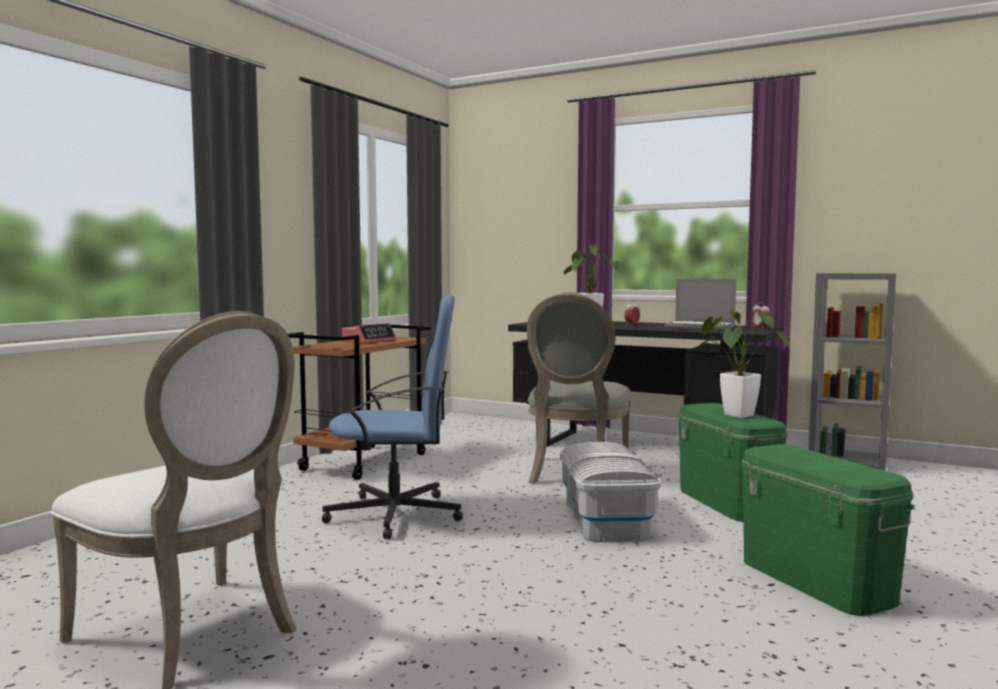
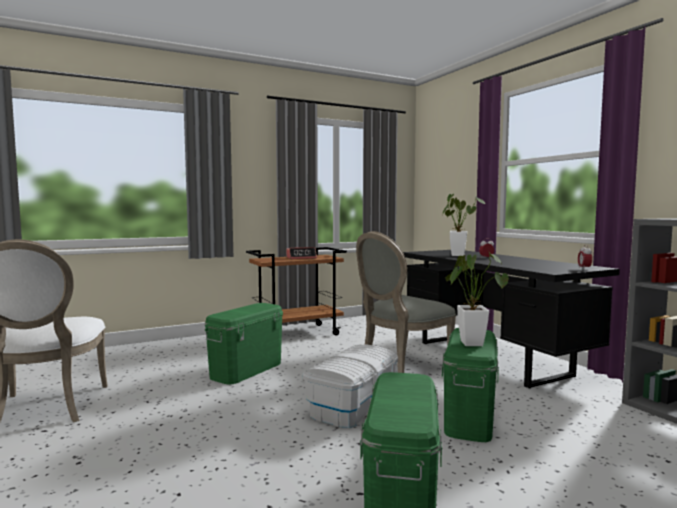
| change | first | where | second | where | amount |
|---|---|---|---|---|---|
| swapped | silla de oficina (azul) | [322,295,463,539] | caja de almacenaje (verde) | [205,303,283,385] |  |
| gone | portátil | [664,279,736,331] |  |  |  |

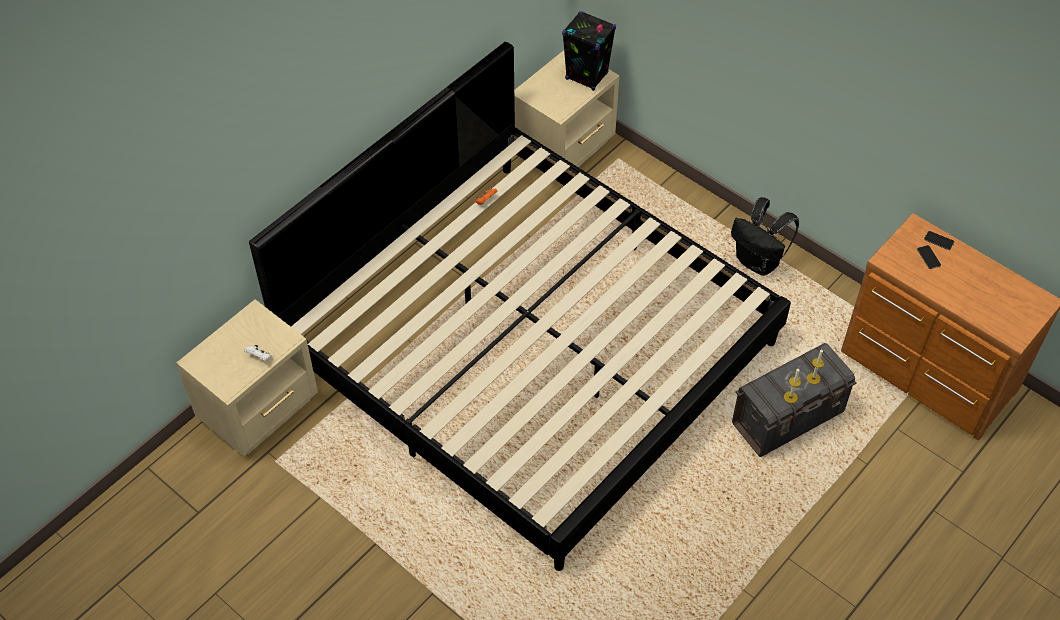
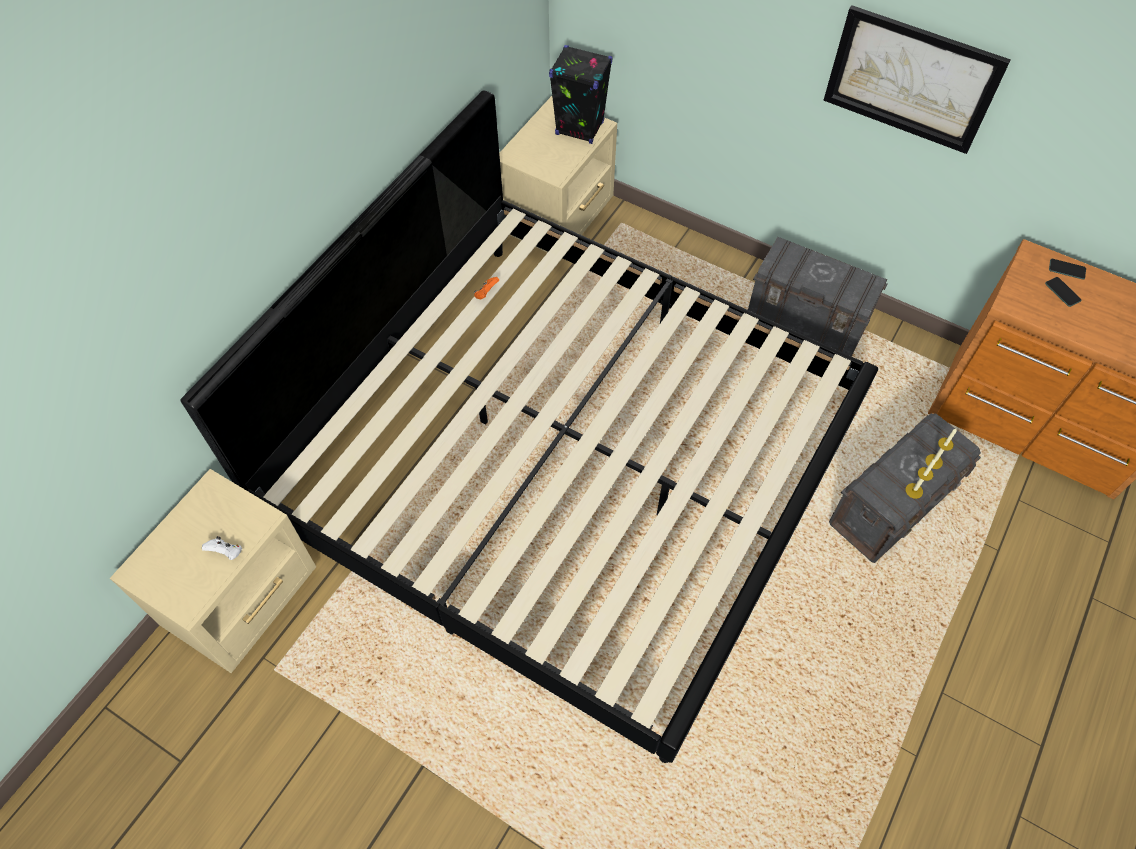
| change | first | where | second | where | amount |
|---|---|---|---|---|---|
| swapped | mochila (negro) | [731,197,799,276] | caja de almacenaje (gris) | [748,237,888,357] |  |
| new |  |  | cuadro | [824,5,1011,154] |  |

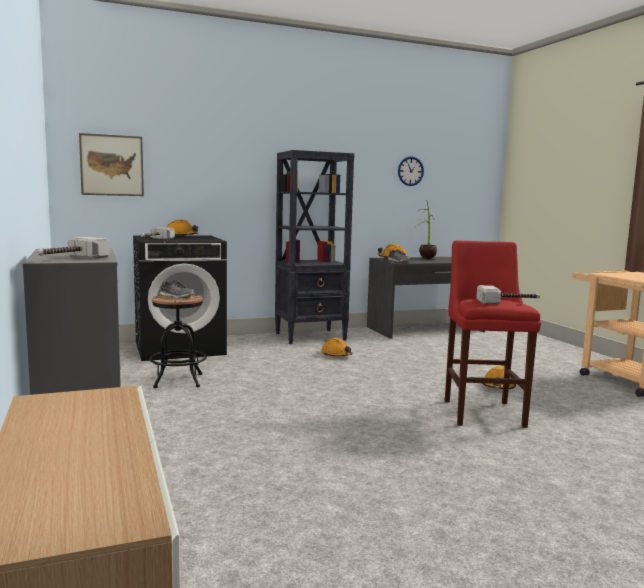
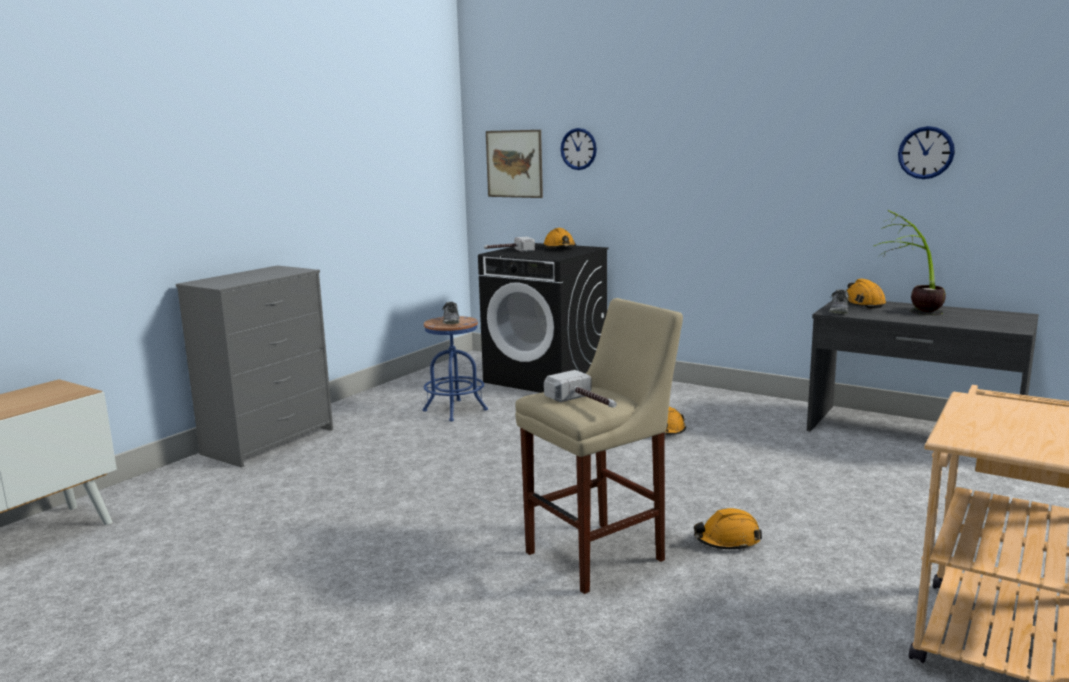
| change | first | where | second | where | amount |
|---|---|---|---|---|---|
| repainted | taburete (negro) | [149,295,207,388] | taburete (azul) | [423,316,488,422] |  |
| repainted | taburete (rojo) | [445,240,541,428] | taburete (beis) | [515,298,683,594] |  |
| new |  |  | reloj de pared | [561,128,597,170] |  |
| gone | martillo | [36,237,110,259] |  |  |  |
| gone | estantería (negro) | [275,150,354,344] |  |  |  |

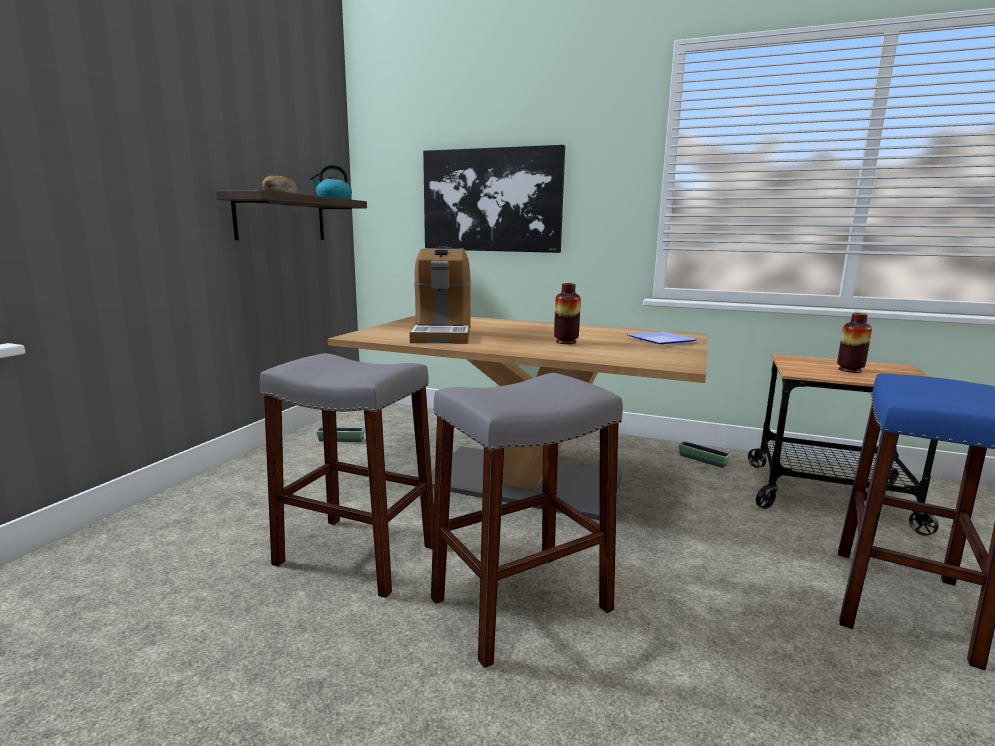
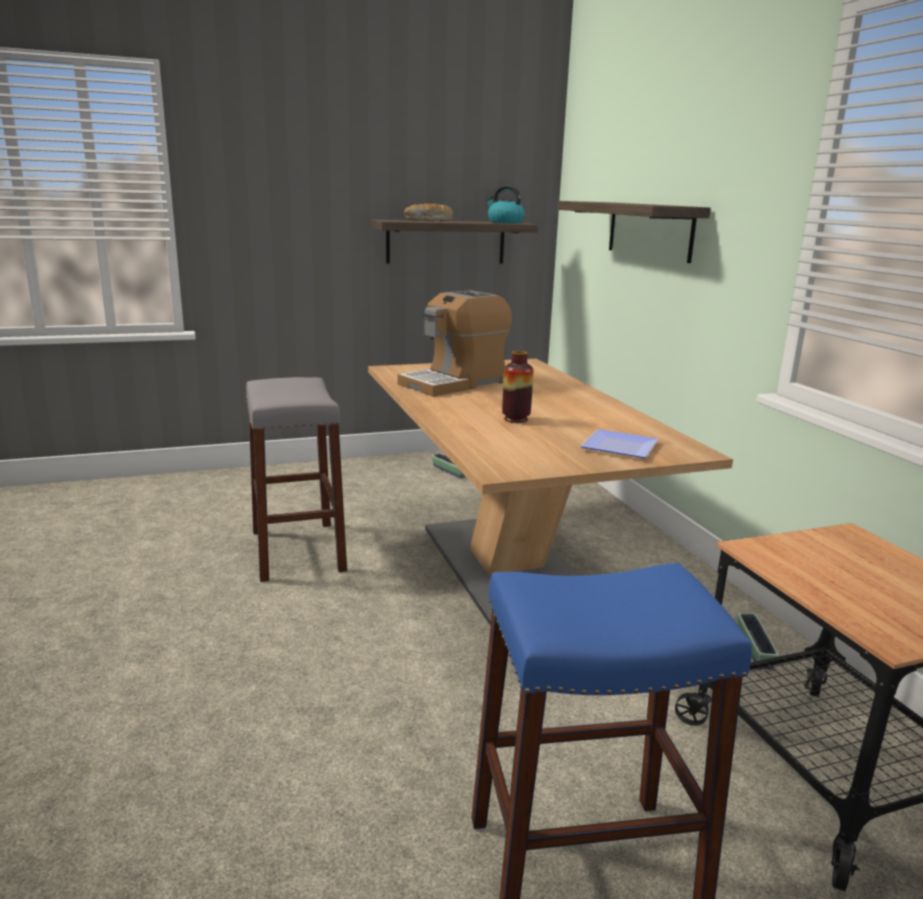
| change | first | where | second | where | amount |
|---|---|---|---|---|---|
| swapped | cuadro | [423,145,565,253] | estante | [557,201,711,263] |  |
| gone | taburete (gris) | [431,373,623,668] |  |  |  |
| gone | florero | [837,313,872,373] |  |  |  |

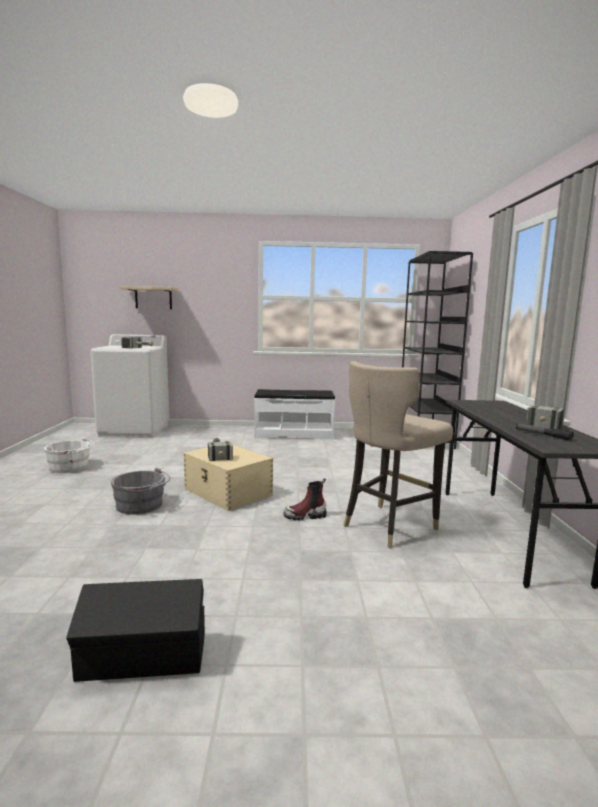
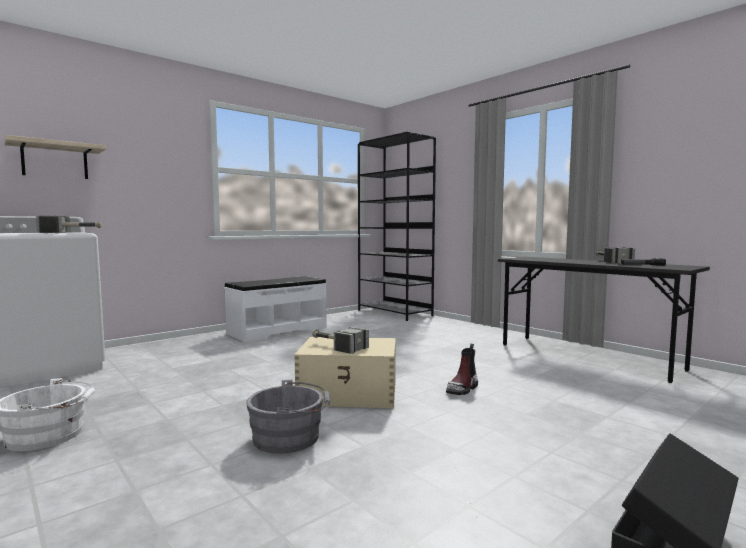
| change | first | where | second | where | amount |
|---|---|---|---|---|---|
| gone | taburete (beis) | [344,361,453,548] |  |  |  |

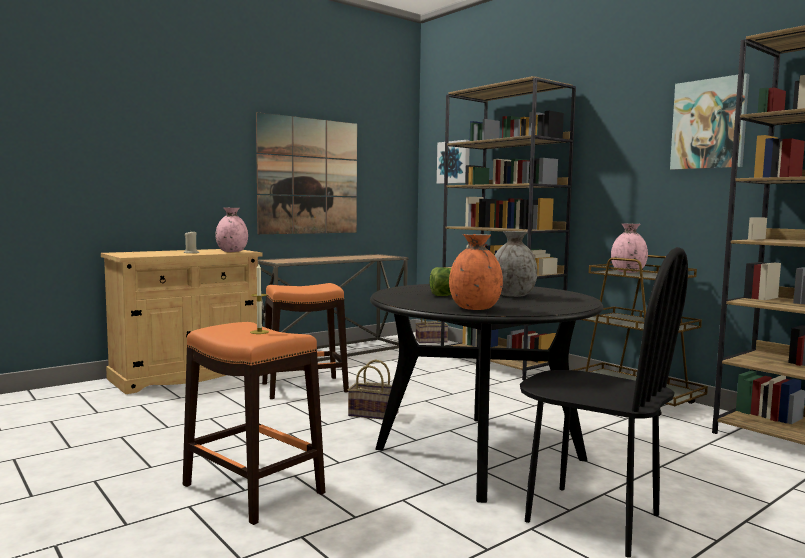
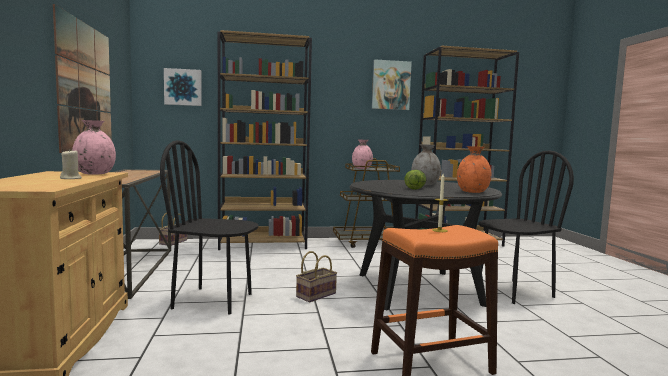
| change | first | where | second | where | amount |
|---|---|---|---|---|---|
| swapped | taburete (naranja) | [262,283,349,399] | silla (negro) | [160,140,259,315] |  |

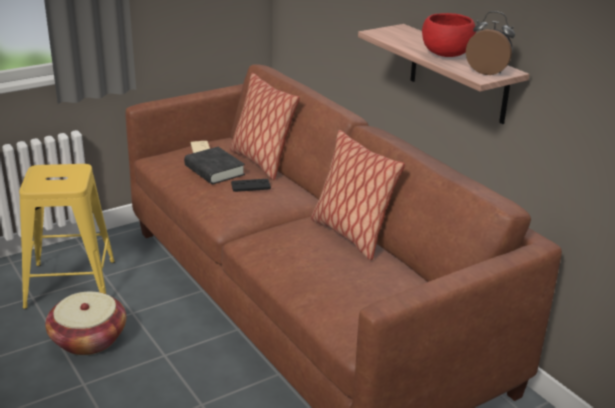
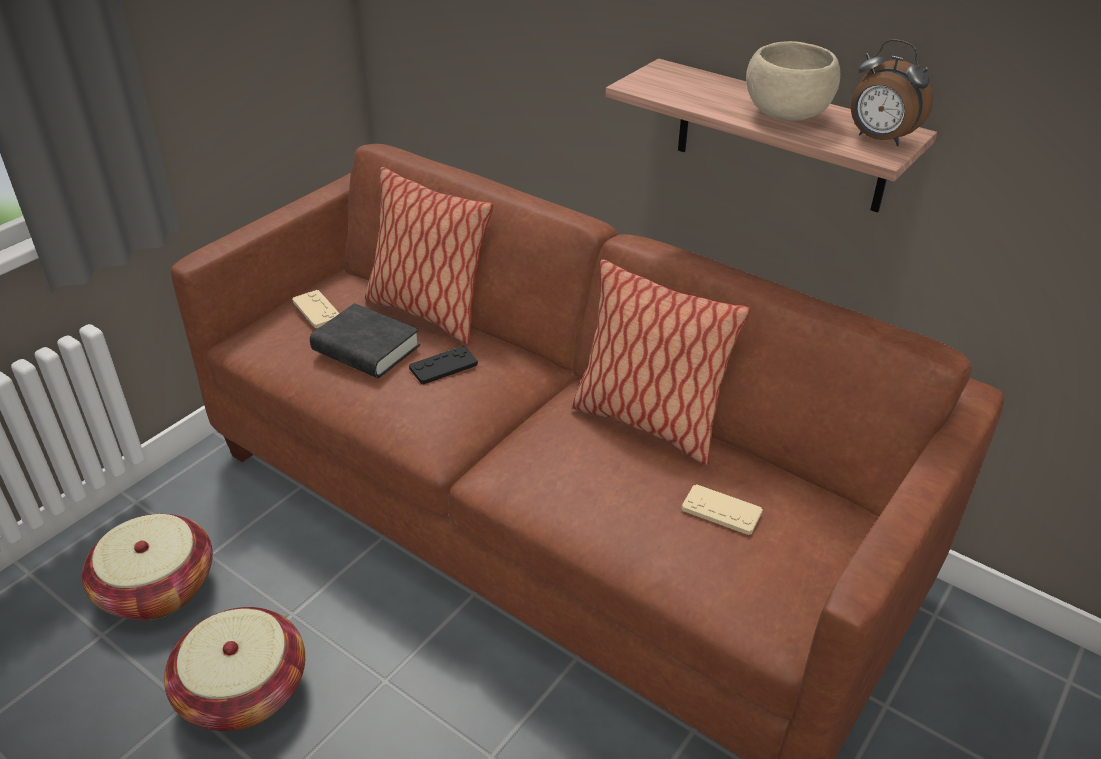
| change | first | where | second | where | amount |
|---|---|---|---|---|---|
| swapped | taburete (amarillo) | [19,164,115,309] | cesta | [82,514,213,620] |  |
| new |  |  | mando de consola (beis) | [681,484,763,535] |  |
| repainted | cuenco (rojo) | [422,13,476,57] | cuenco (beis) | [746,41,840,121] |  |
| rotated | despertador | [466,11,515,75] |  | [851,39,933,146] | 150 degrees counterclockwise |

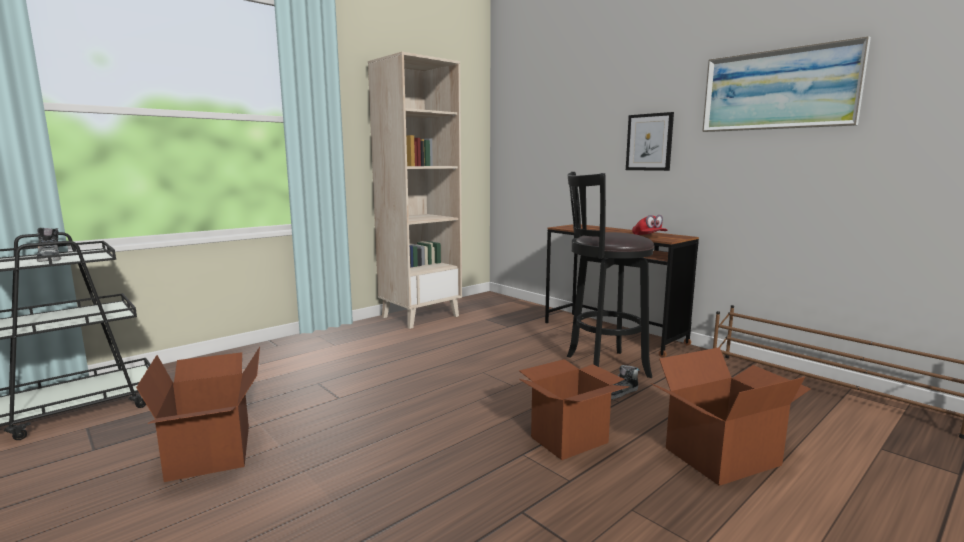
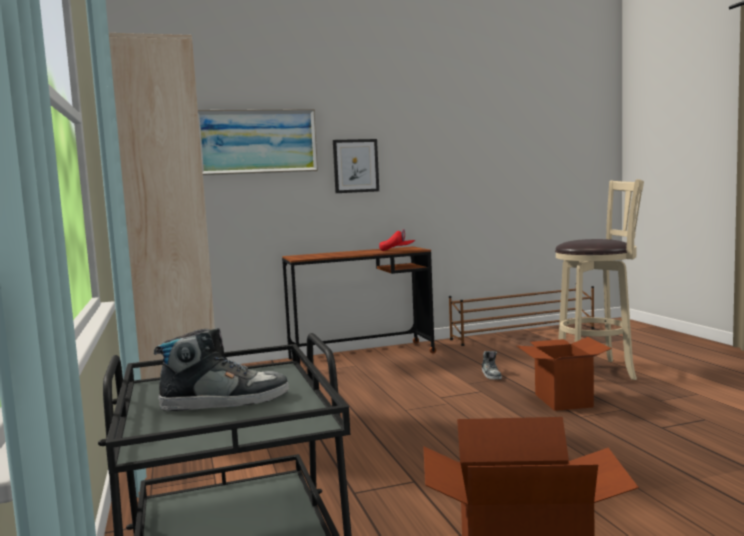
| change | first | where | second | where | amount |
|---|---|---|---|---|---|
| shifted | cuadro | [702,36,871,132] |  | [198,109,318,175] |  |
| swapped | caja de cartón | [650,347,811,486] | taburete (beis) | [555,179,644,380] |  |
| gone | taburete (negro) | [567,172,654,378] |  |  |  |

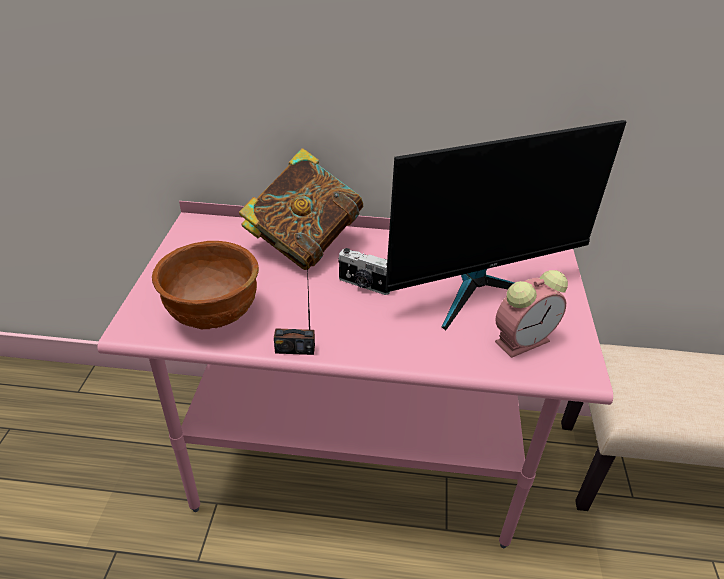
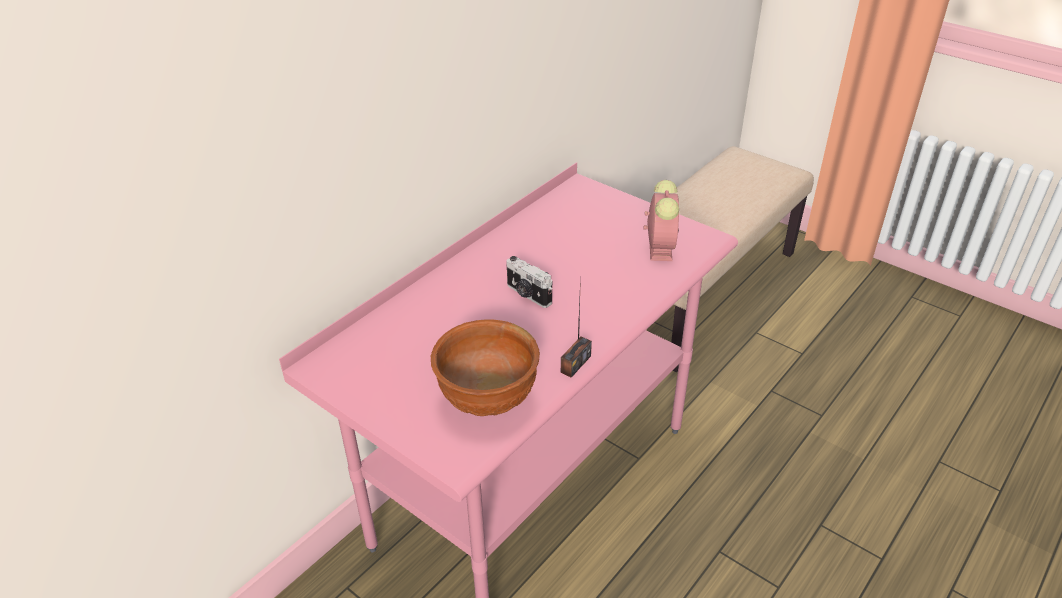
| change | first | where | second | where | amount |
|---|---|---|---|---|---|
| rotated | cámara | [338,248,391,295] |  | [506,256,552,308] | 75 degrees clockwise |
| gone | libro | [239,148,364,270] |  |  |  |
| gone | monitor | [385,120,627,331] |  |  |  |

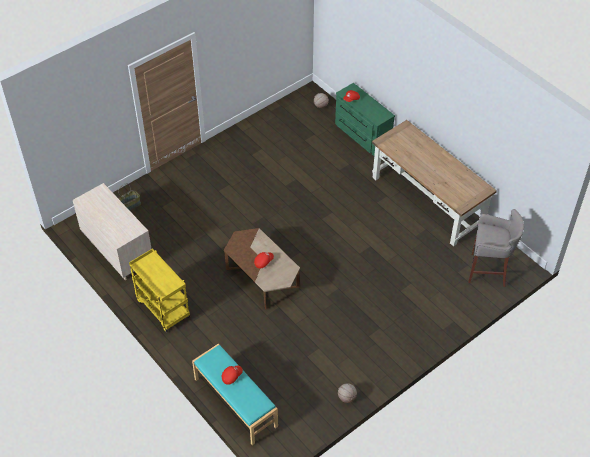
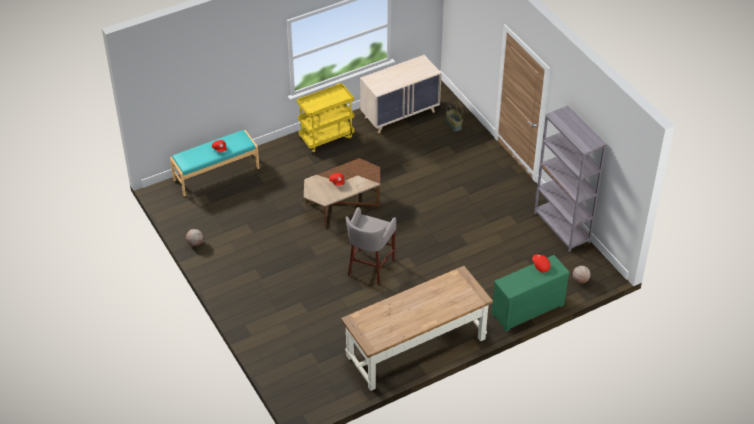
| change | first | where | second | where | amount |
|---|---|---|---|---|---|
| shifted | taburete (gris) | [468,209,524,287] |  | [346,207,396,285] |  |
| new |  |  | estantería (gris) | [534,106,607,252] |  |

